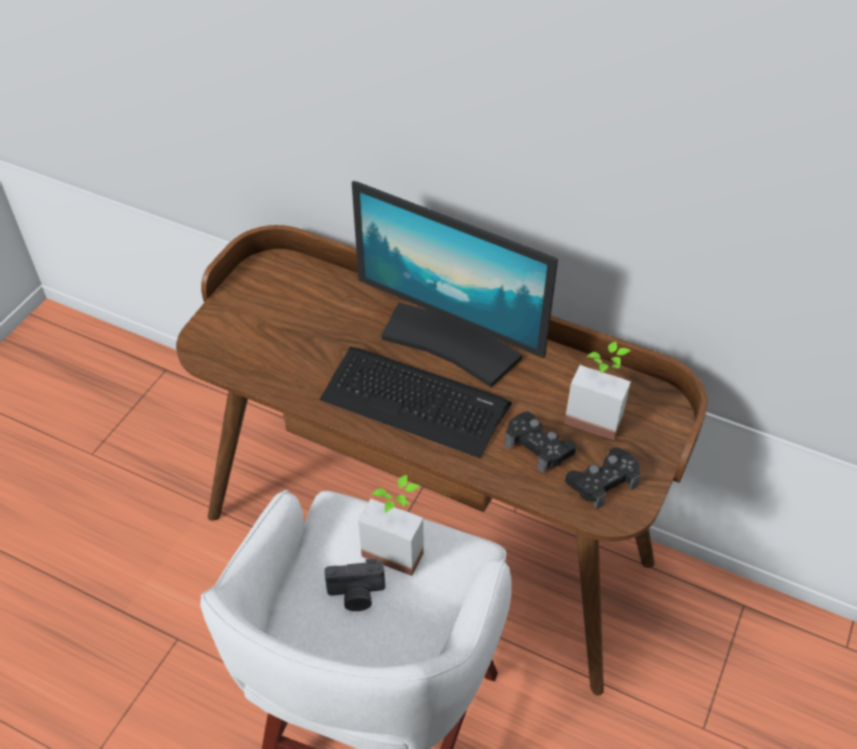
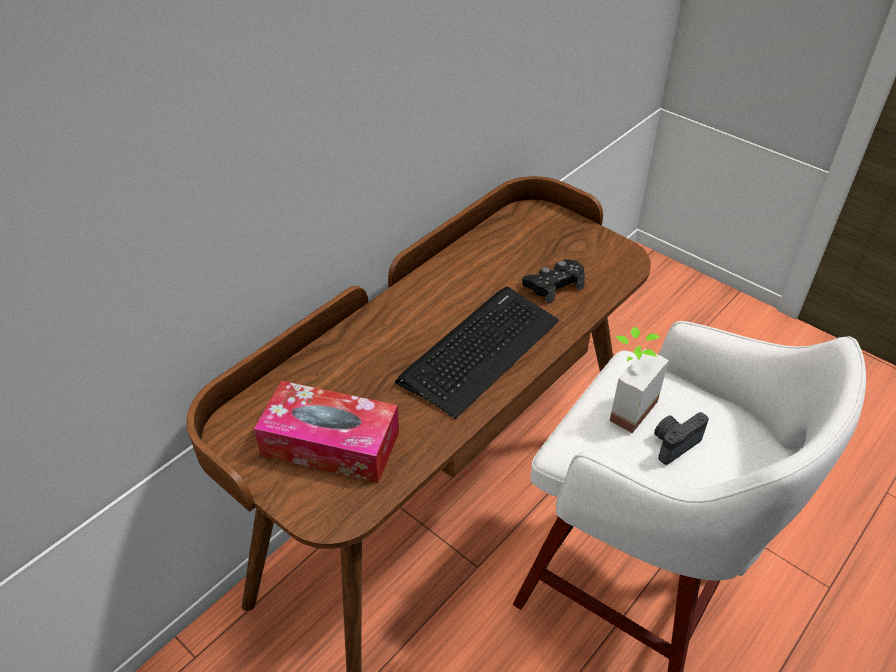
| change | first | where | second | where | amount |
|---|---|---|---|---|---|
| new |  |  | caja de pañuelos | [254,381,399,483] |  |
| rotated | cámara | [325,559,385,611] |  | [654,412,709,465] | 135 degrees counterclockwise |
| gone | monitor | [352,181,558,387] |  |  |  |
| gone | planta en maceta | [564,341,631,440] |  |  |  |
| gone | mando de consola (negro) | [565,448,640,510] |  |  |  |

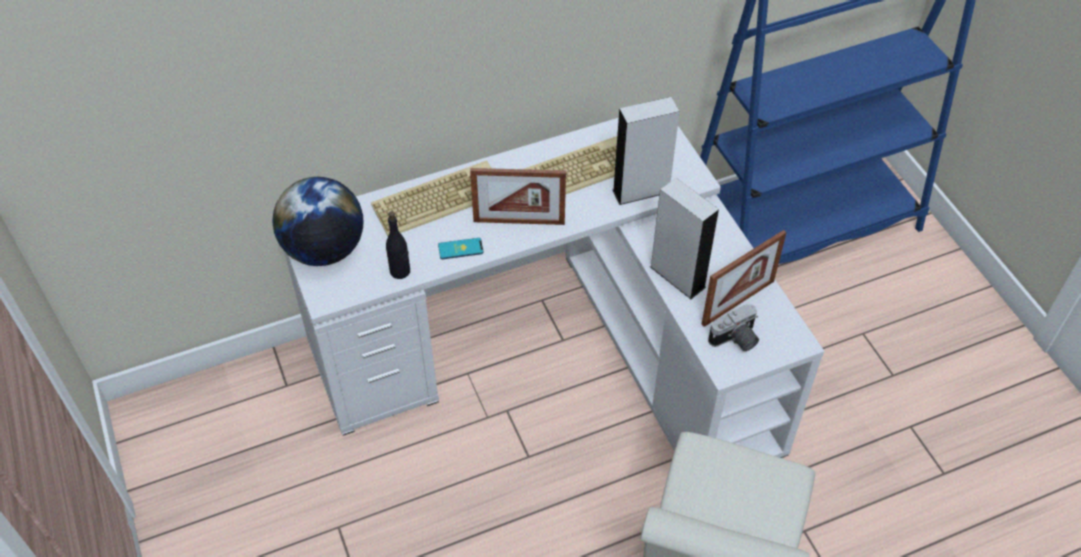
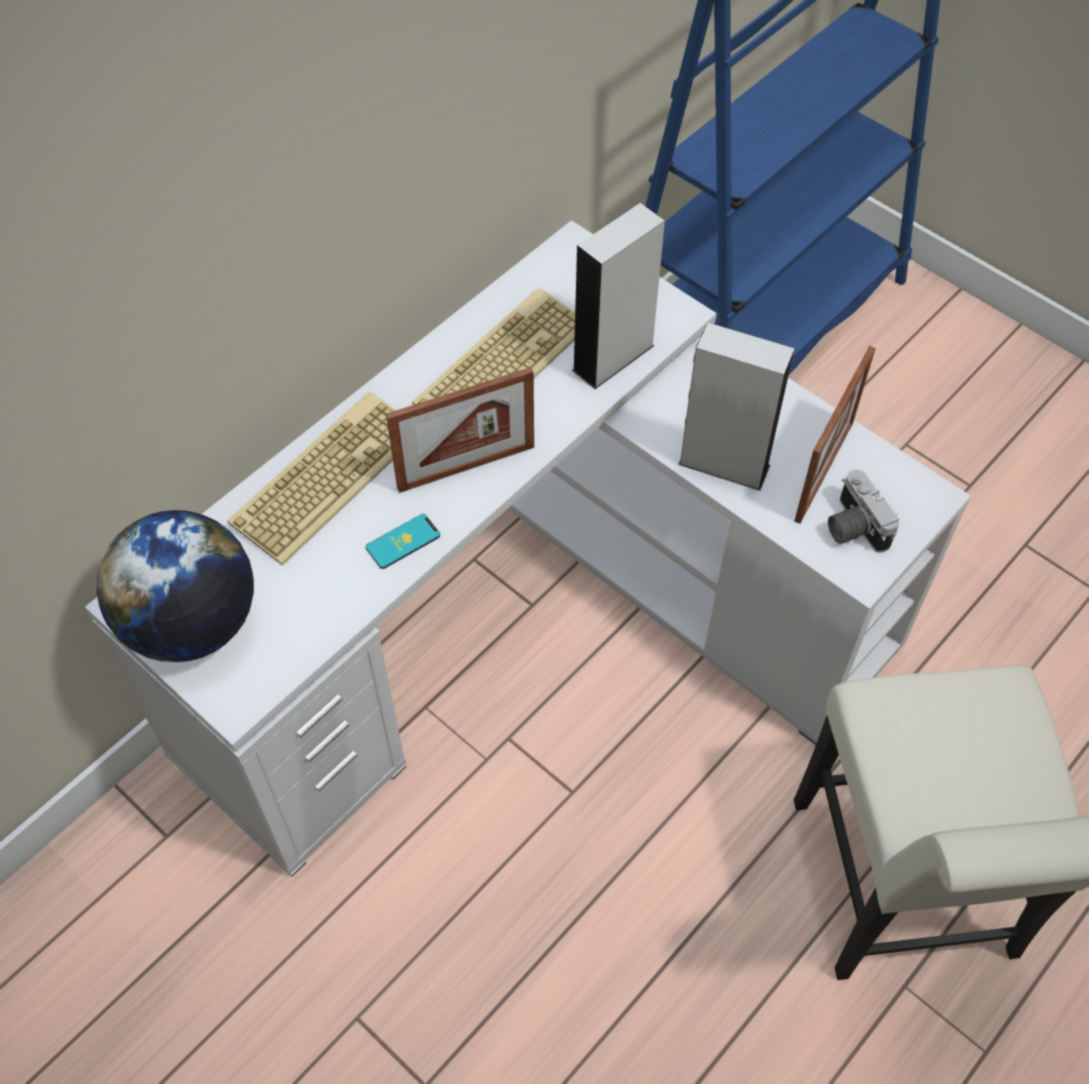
| change | first | where | second | where | amount |
|---|---|---|---|---|---|
| rotated | cámara | [708,304,759,351] |  | [828,469,899,553] | 120 degrees clockwise |
| gone | botella (negro) | [386,211,410,279] |  |  |  |

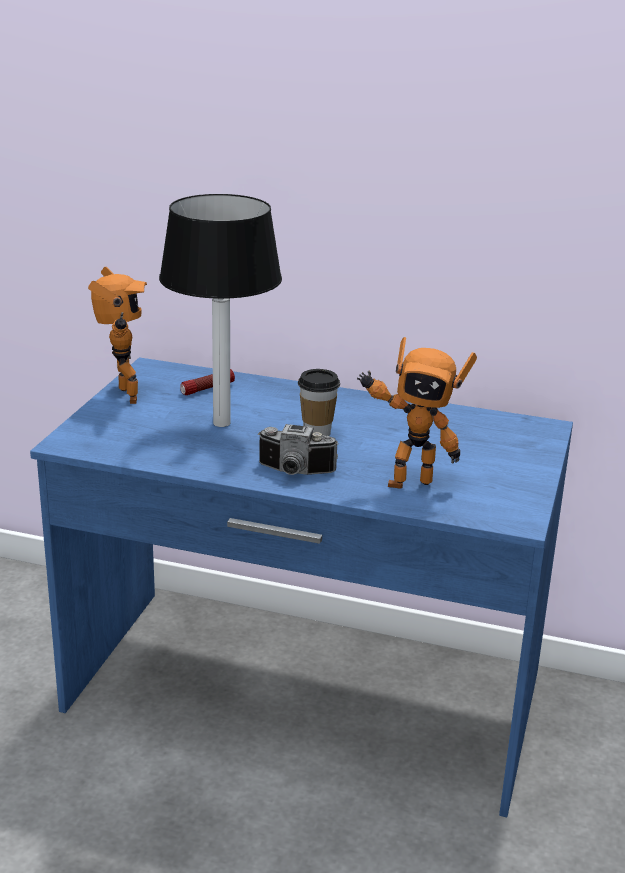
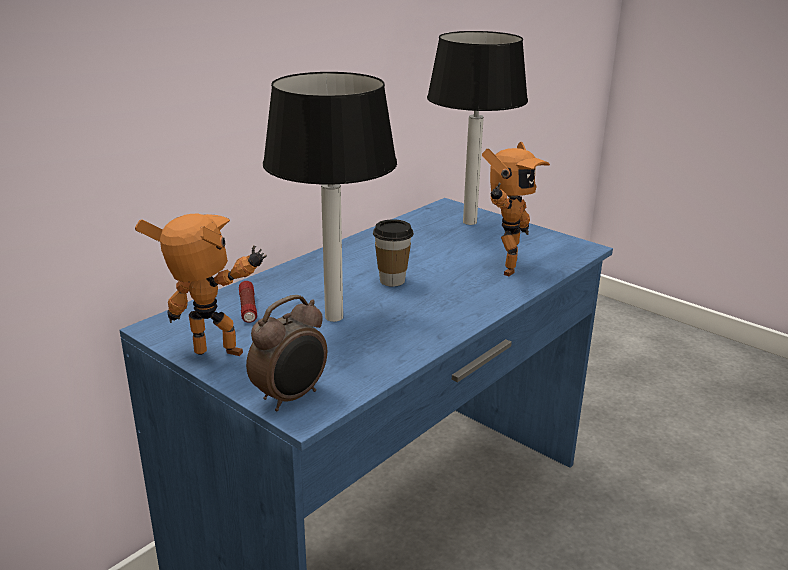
| change | first | where | second | where | amount |
|---|---|---|---|---|---|
| new |  |  | despertador | [246,295,327,411] |  |
| new |  |  | lámpara de mesa | [427,31,528,225] |  |
| gone | cámara | [258,424,339,475] |  |  |  |

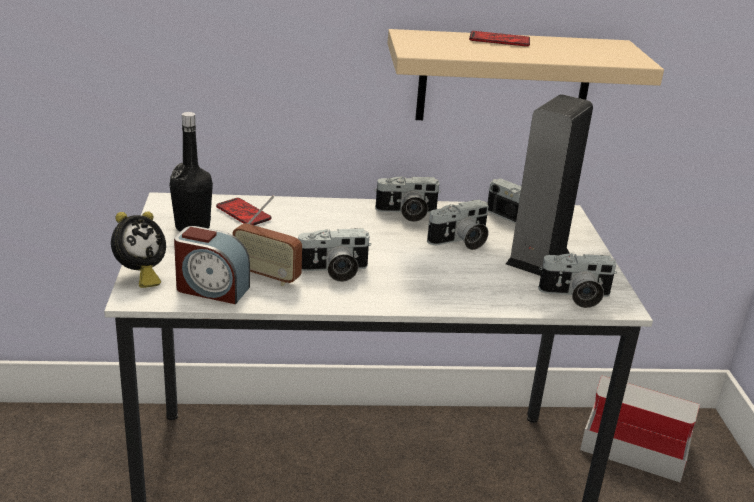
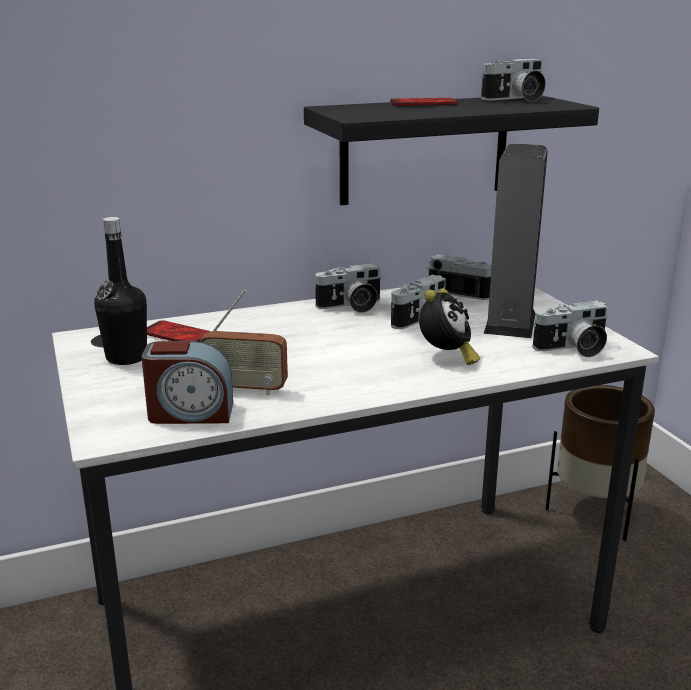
| change | first | where | second | where | amount |
|---|---|---|---|---|---|
| repainted | estante (beis) | [388,29,664,120] | estante (negro) | [304,96,599,205] |  |
| shifted | despertador | [111,211,166,288] |  | [419,289,480,365] |  |
| shifted | cámara | [298,228,371,282] |  | [481,58,546,102] |  |
| swapped | caja de cartón | [580,375,700,482] | maceta (marrón) | [546,385,655,541] |  |

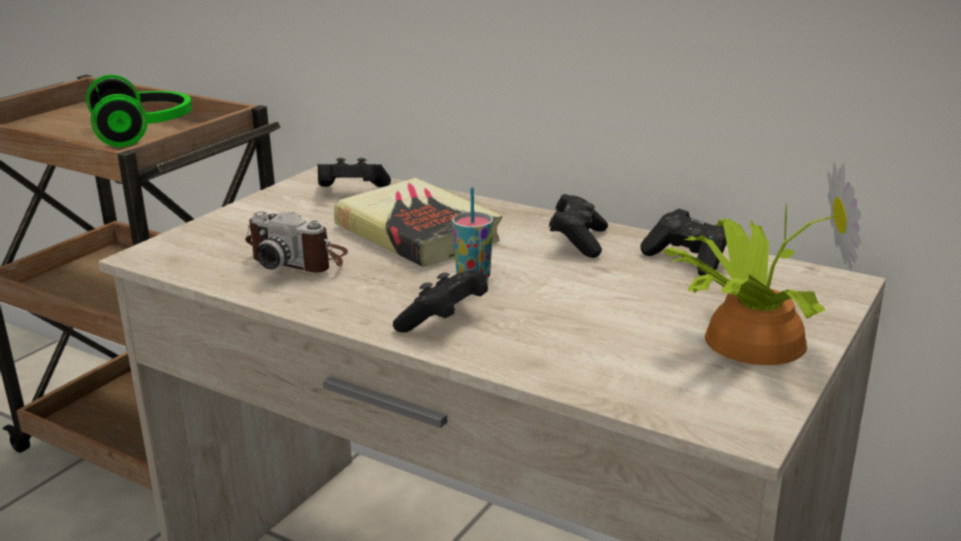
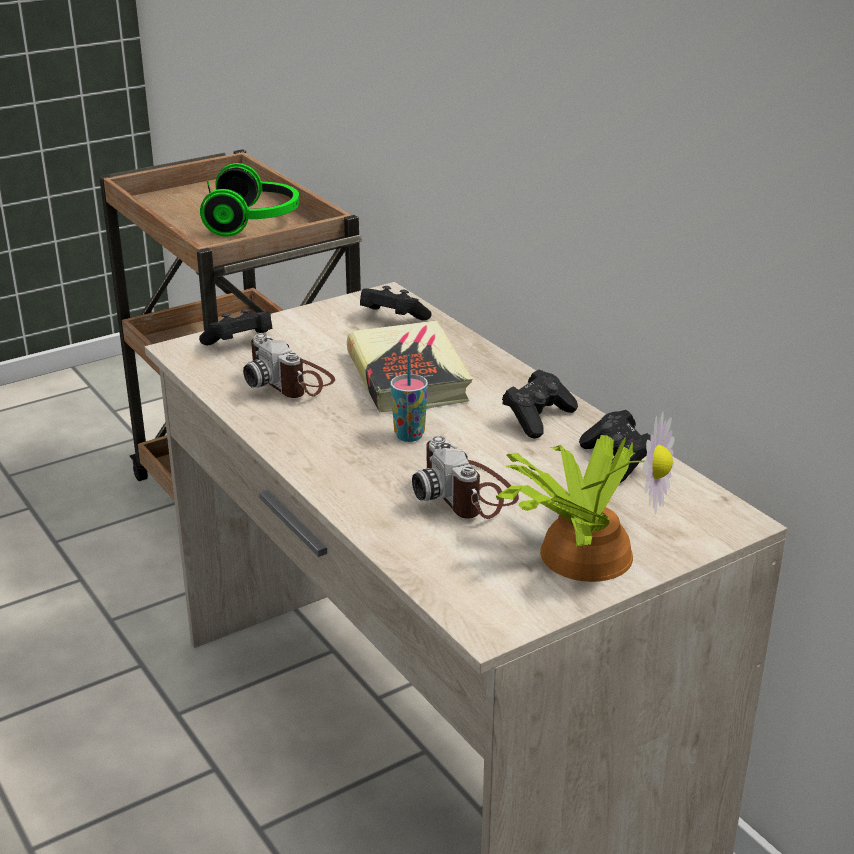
| change | first | where | second | where | amount |
|---|---|---|---|---|---|
| shifted | mando de consola (negro) | [393,270,488,333] |  | [199,309,273,345] |  |
| new |  |  | cámara | [412,435,519,519] |  |

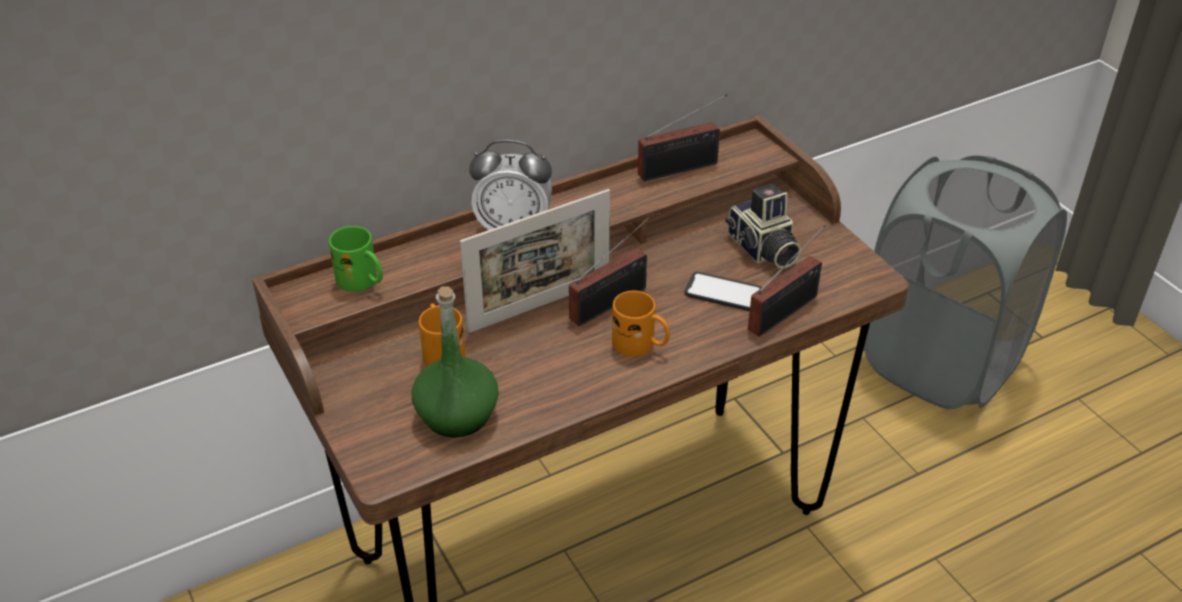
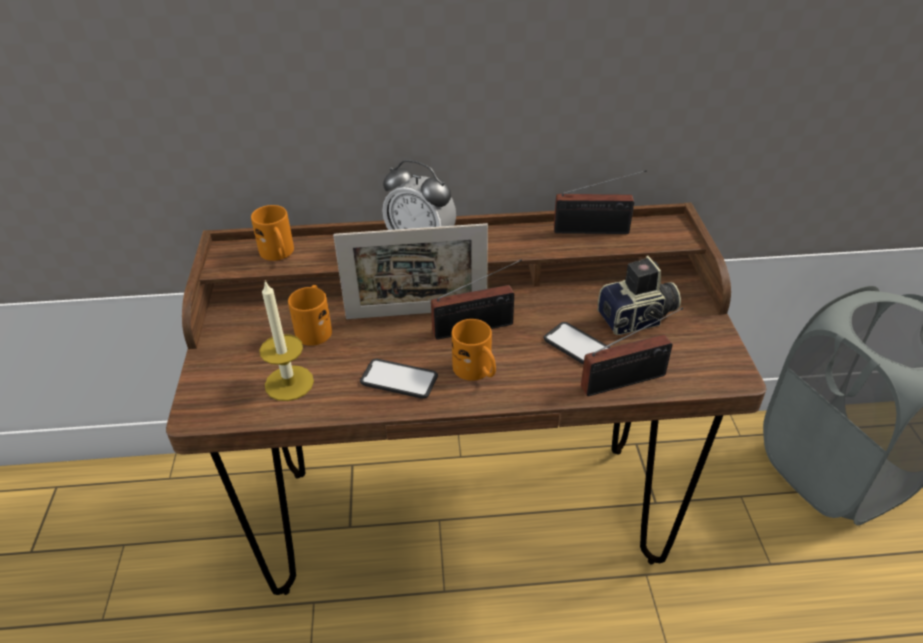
| change | first | where | second | where | amount |
|---|---|---|---|---|---|
| repainted | taza grande (verde) | [329,226,383,292] | taza grande (naranja) | [251,205,294,261] |  |
| swapped | botella (verde) | [412,286,499,438] | vela | [259,280,314,401] |  |
| new |  |  | móvil | [360,359,438,398] |  |
| rotated | cámara | [725,184,801,269] |  | [598,256,681,335] | 105 degrees counterclockwise |

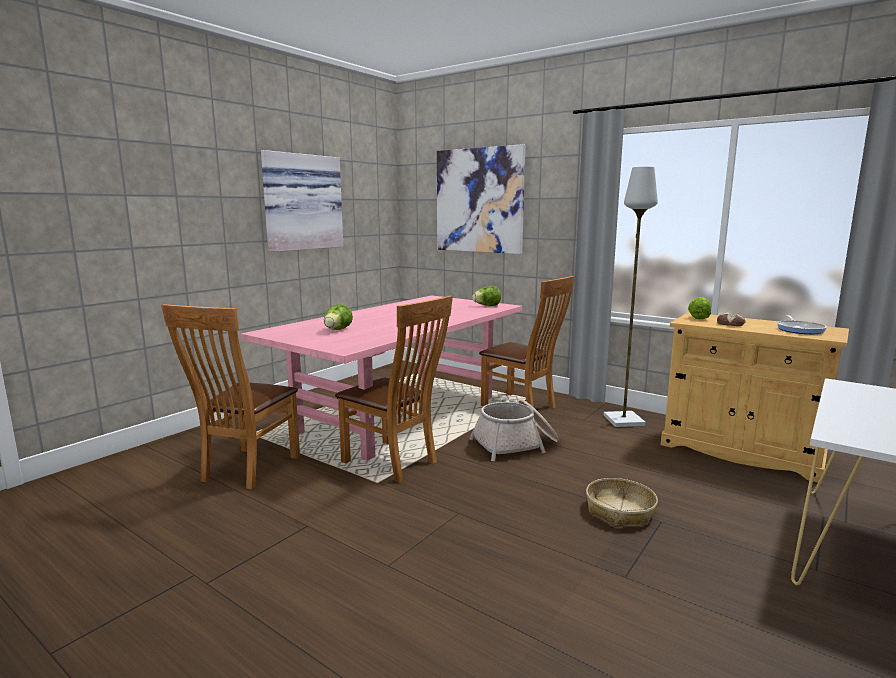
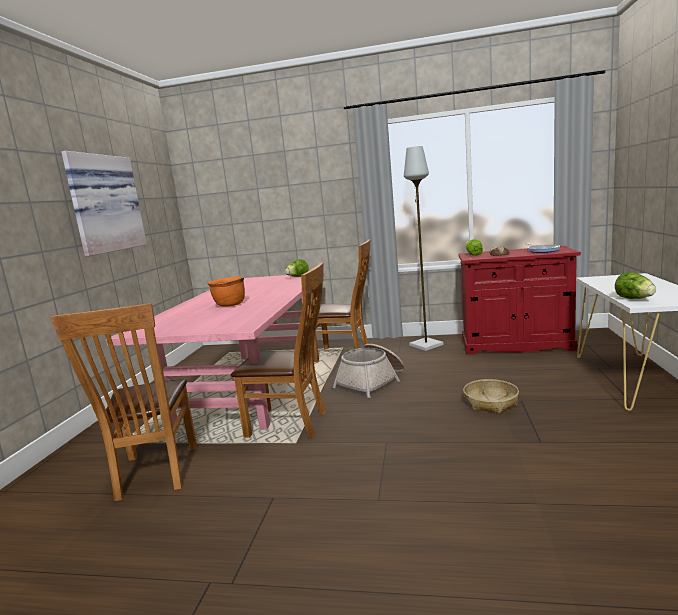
| change | first | where | second | where | amount |
|---|---|---|---|---|---|
| new |  |  | olla (naranja) | [208,276,245,306] |  |
| repainted | armario (beis) | [661,312,849,483] | armario (rojo) | [458,246,581,354] |  |
| shifted | lechuga | [324,305,353,330] |  | [615,272,656,299] |  |
| gone | cuadro | [437,144,525,254] |  |  |  |

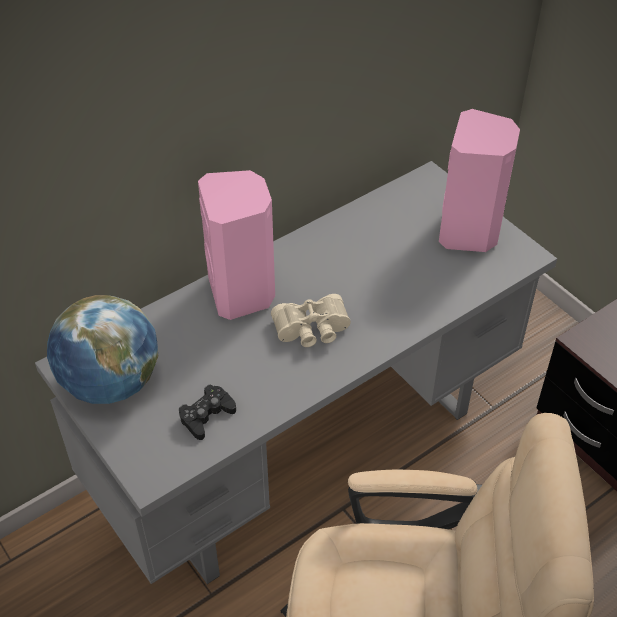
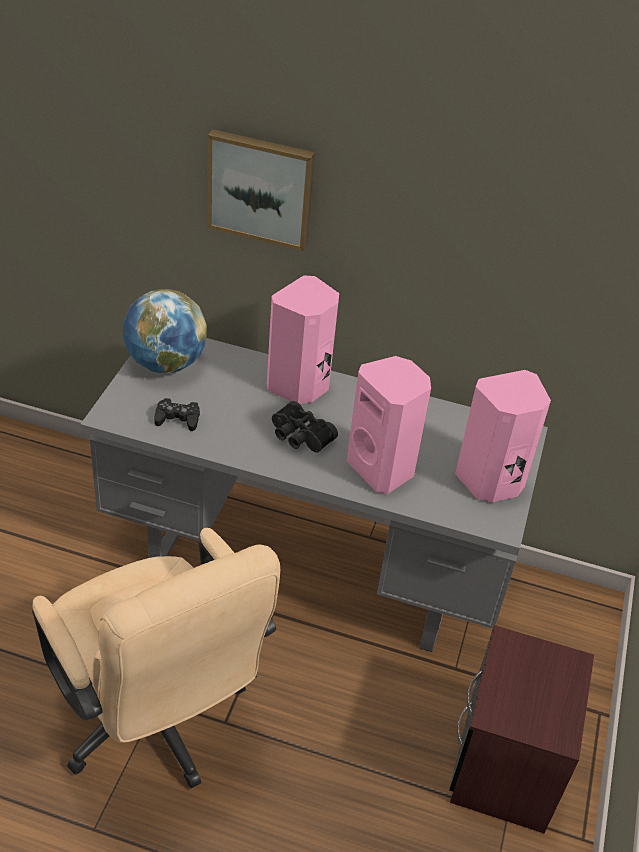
| change | first | where | second | where | amount |
|---|---|---|---|---|---|
| new |  |  | cuadro | [207,129,315,251] |  |
| repainted | prismáticos (beis) | [271,294,351,347] | prismáticos (negro) | [272,401,338,453] |  |
| new |  |  | altavoz (rosa) | [347,356,431,494] |  |

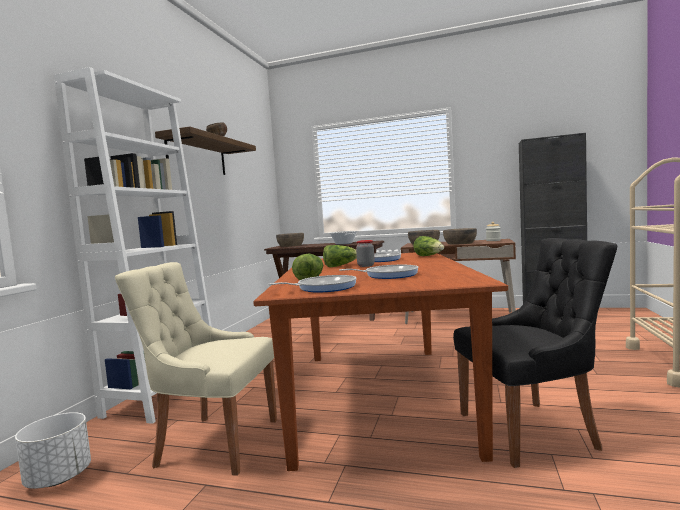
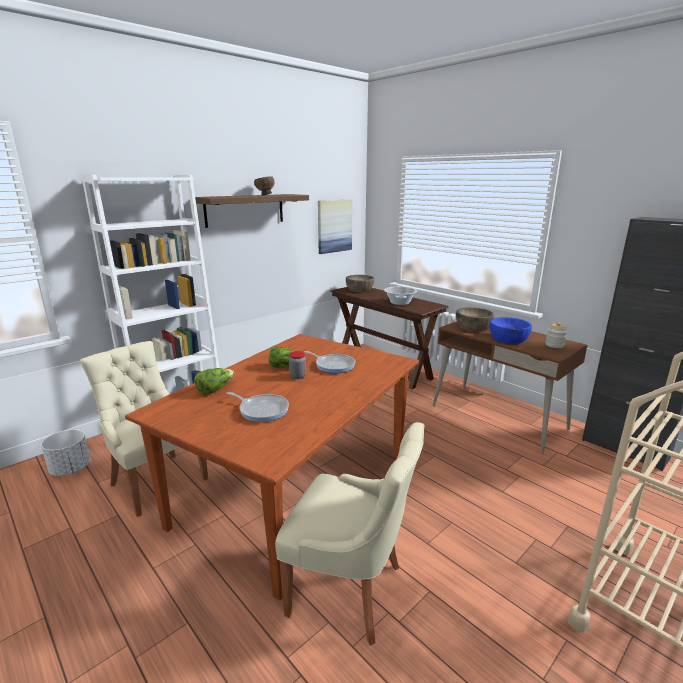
| change | first | where | second | where | amount |
|---|---|---|---|---|---|
| repainted | silla (negro) | [453,238,617,468] | silla (beis) | [275,422,425,646] |  |
| new |  |  | cuadro | [318,199,352,254] |  |
| repainted | cuenco (marrón) | [443,228,477,244] | cuenco (azul) | [489,317,532,344] |  |
| gone | sartén | [268,275,357,292] |  |  |  |
| gone | lechuga | [413,236,444,256] |  |  |  |

